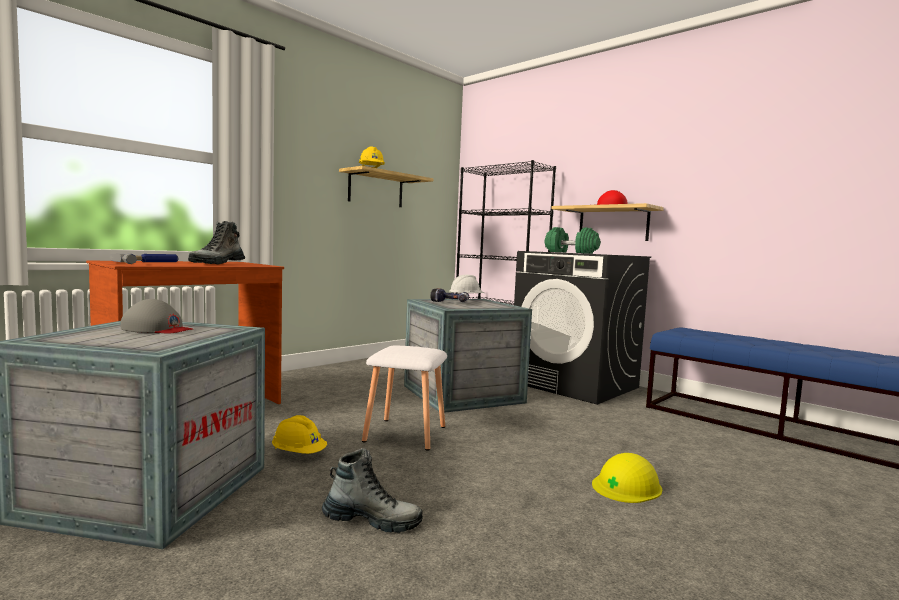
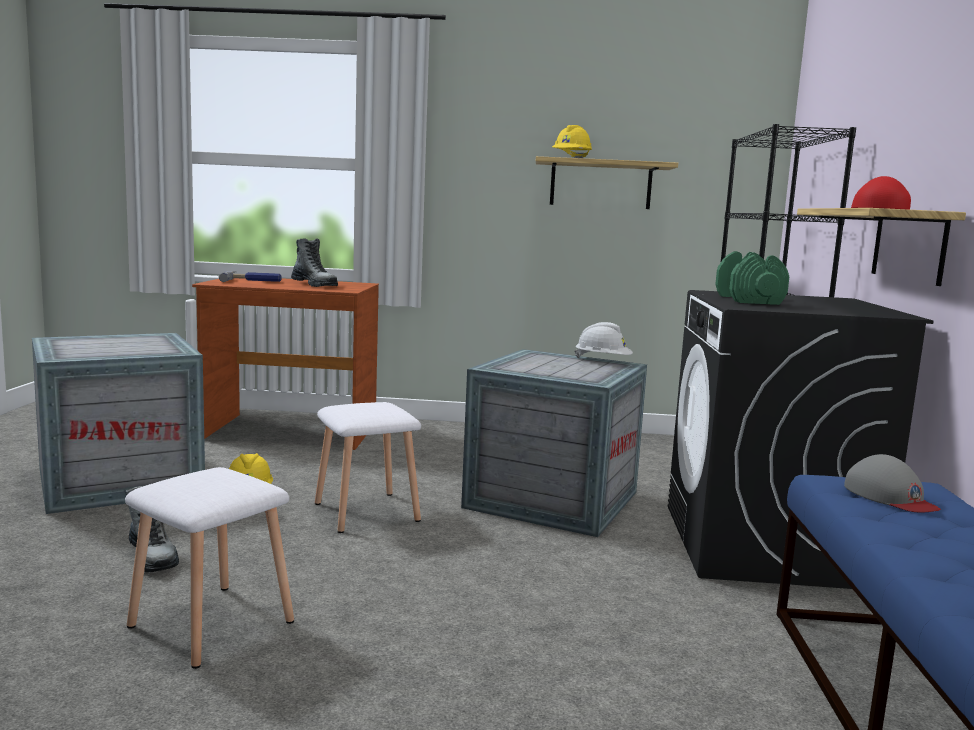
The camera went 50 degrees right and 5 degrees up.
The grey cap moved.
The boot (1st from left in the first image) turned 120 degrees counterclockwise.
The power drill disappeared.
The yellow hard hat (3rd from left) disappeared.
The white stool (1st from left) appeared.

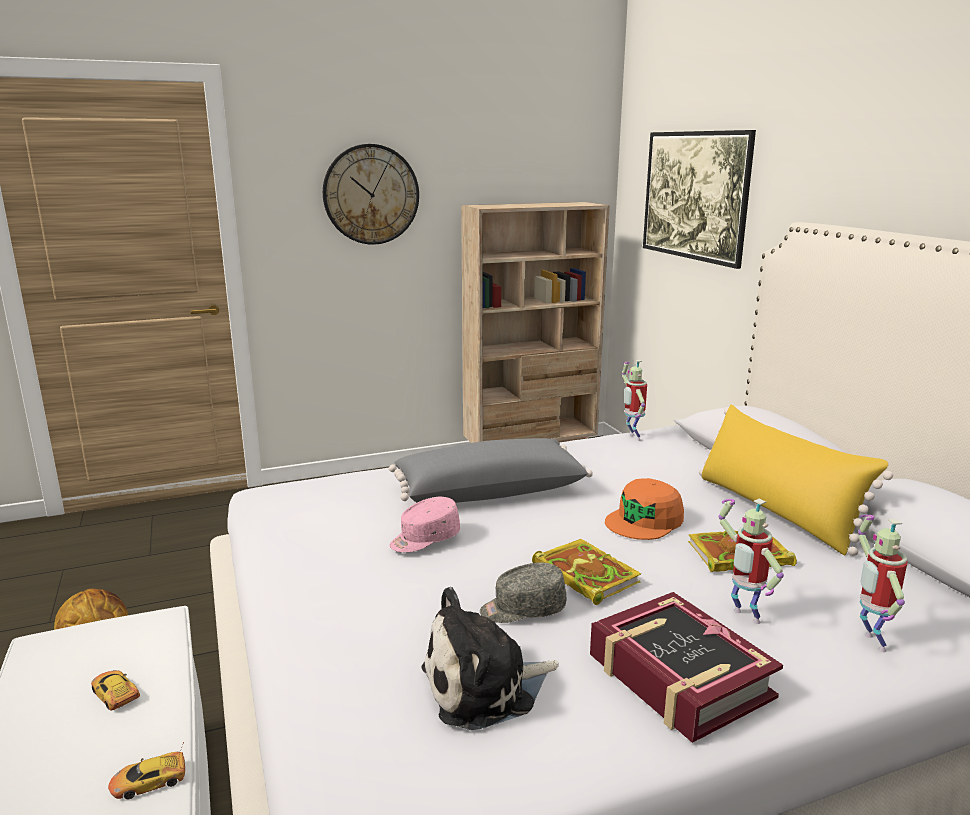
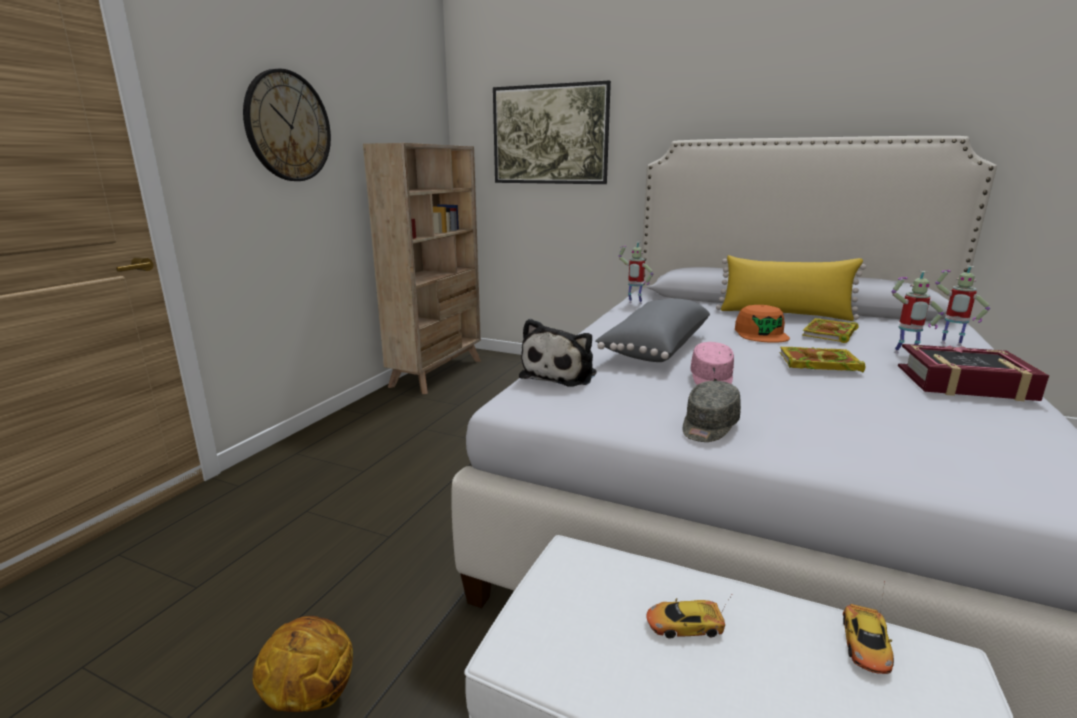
The camera went 45 degrees left and 0 degrees up.
The plush toy moved.
The grey cap moved.

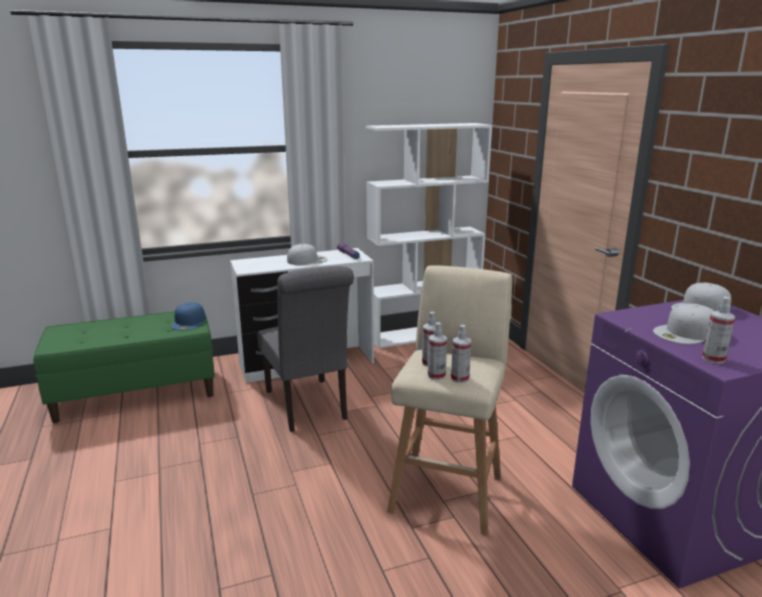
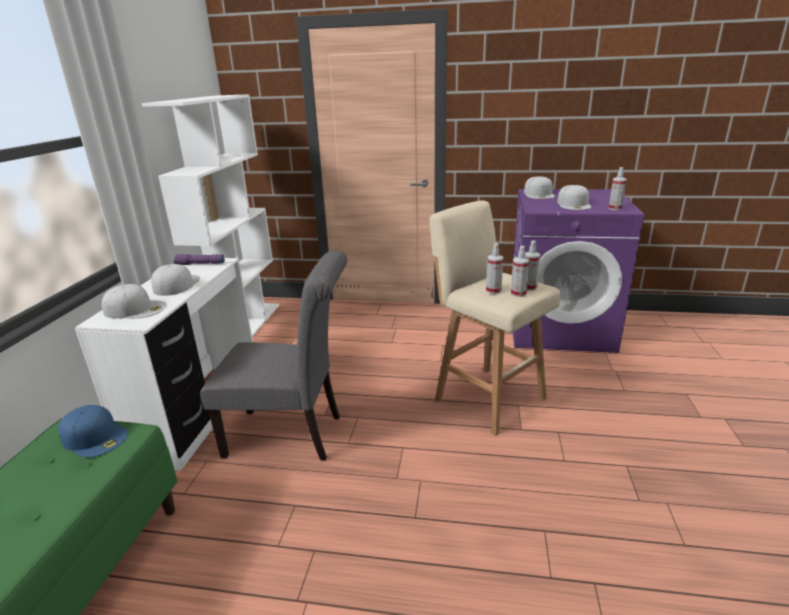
The camera went 60 degrees left and 5 degrees up.
The white cap (1st from left) appeared.

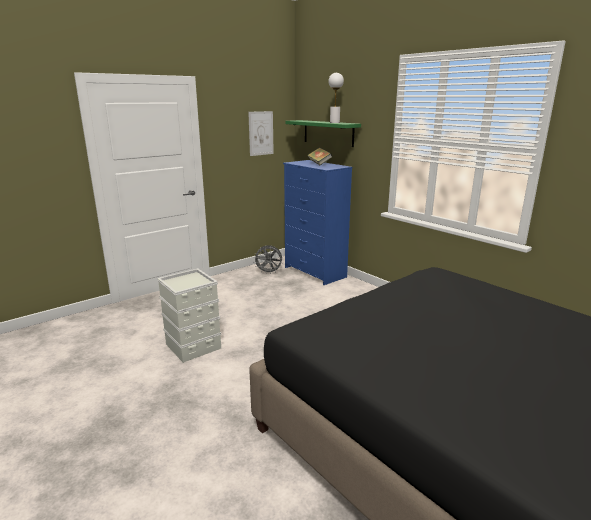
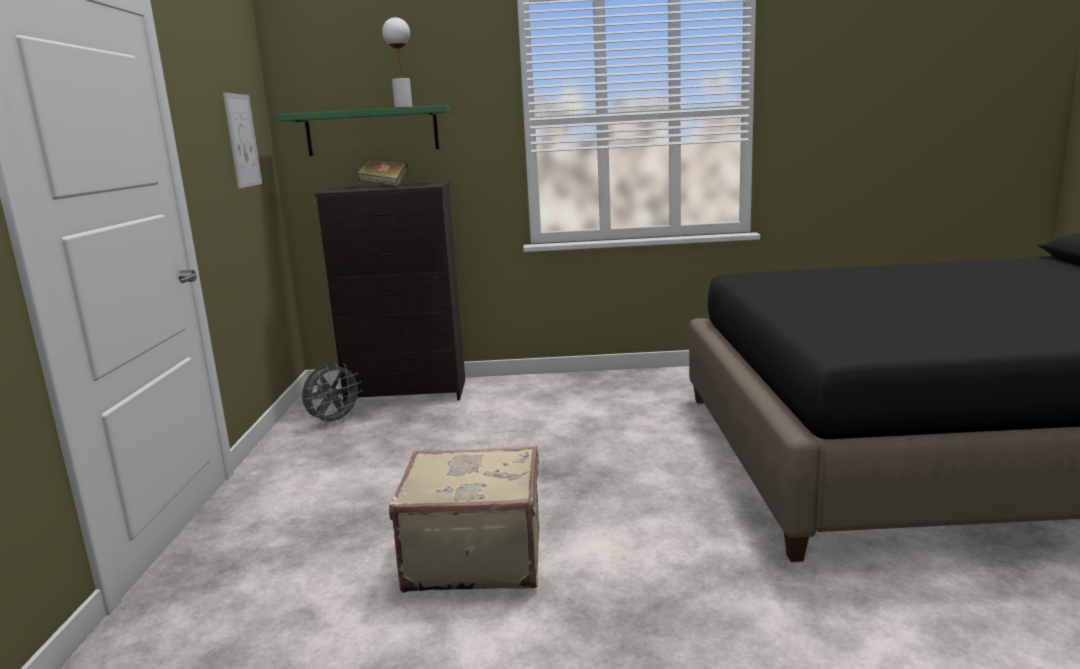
The camera went 50 degrees left and 5 degrees down.
The grey storage box was replaced by the beige suitcase.
The blue dresser became the black dresser.

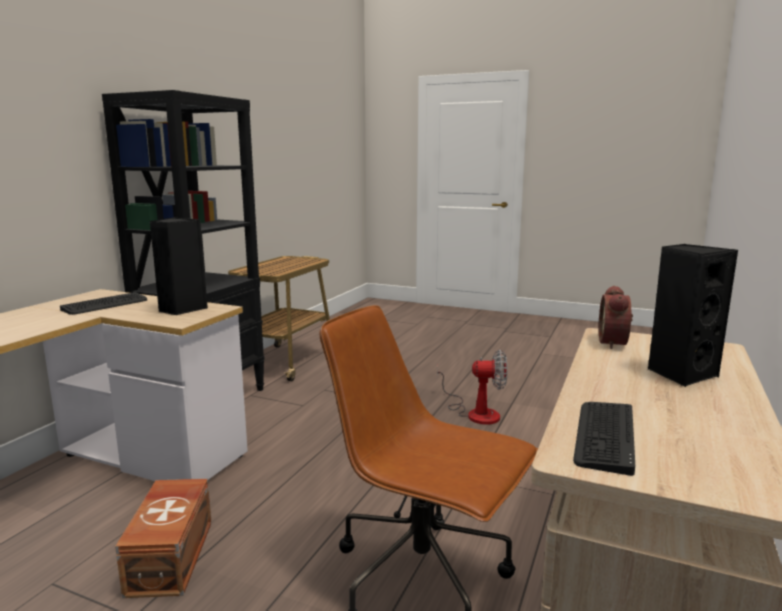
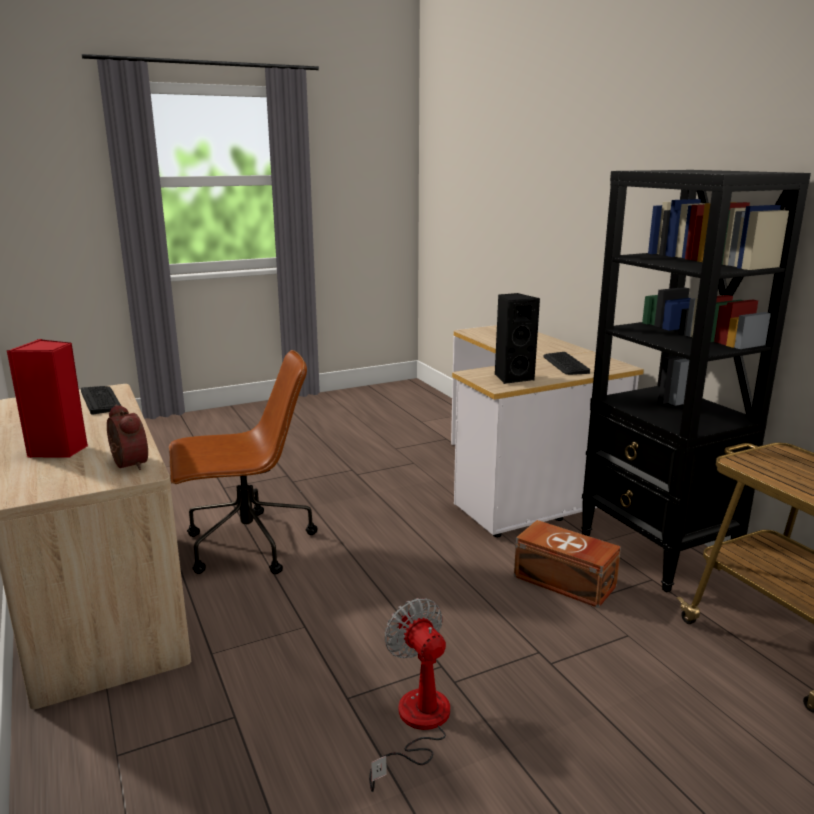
The camera went 130 degrees right and 5 degrees up.
The brown storage box moved.
The fan turned 105 degrees clockwise.
The black speaker (2nd from left) became the red speaker.

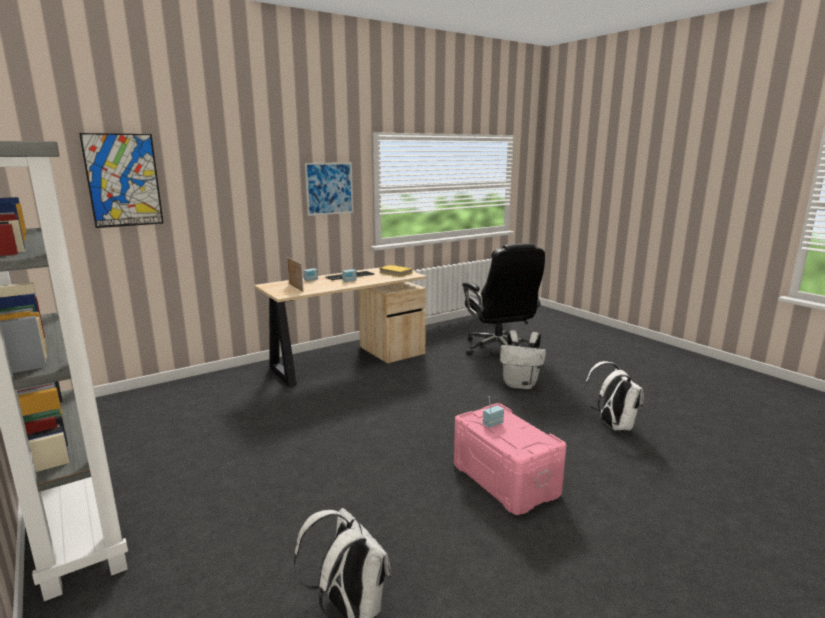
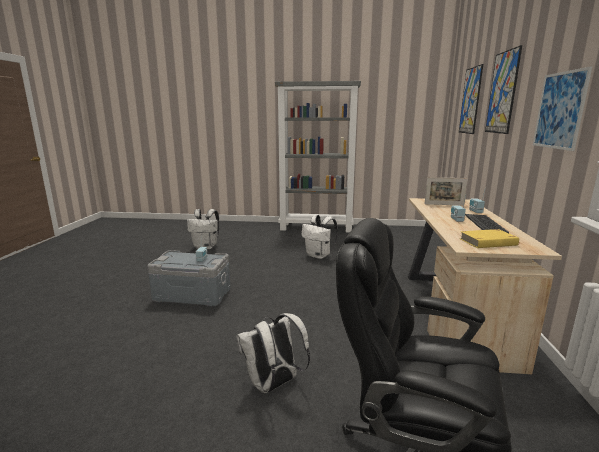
The camera went 130 degrees right and 0 degrees up.
The pink storage box became the grey storage box.
The white backpack (3rd from left) moved.
The picture (2nd from left) appeared.

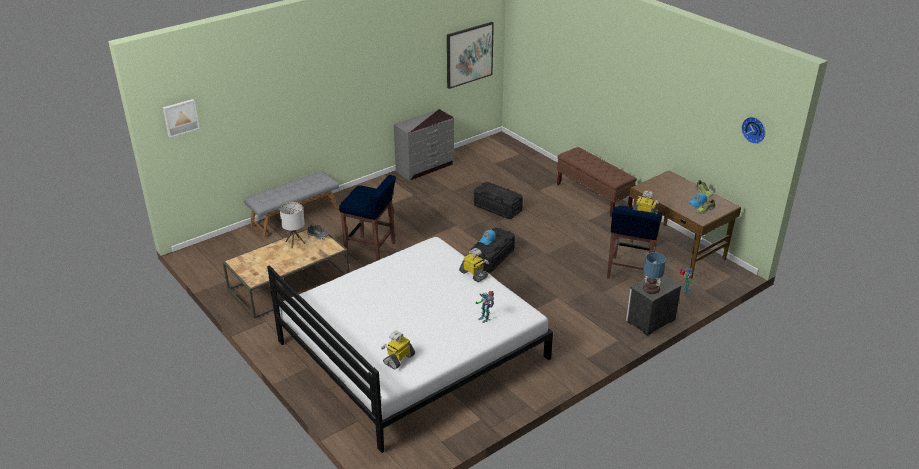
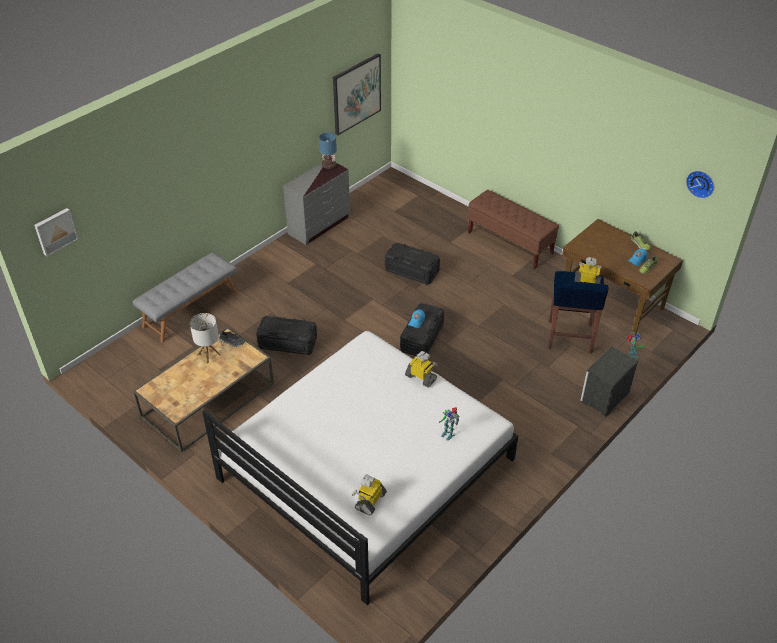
The camera went 10 degrees left and 10 degrees up.
The blue stool (1st from left) was replaced by the black storage box (1st from left).
The table lamp (2nd from left) moved.

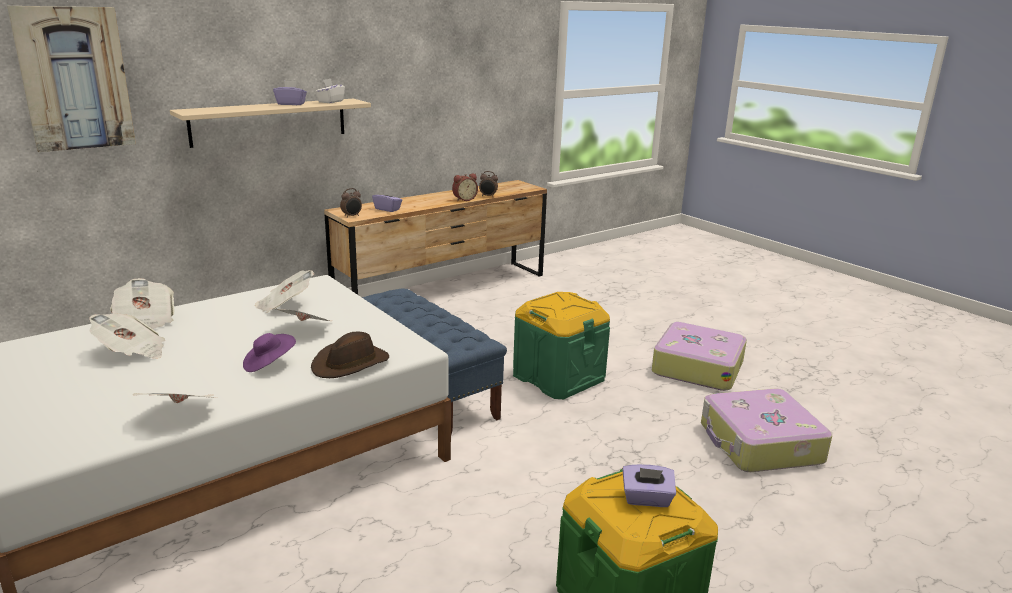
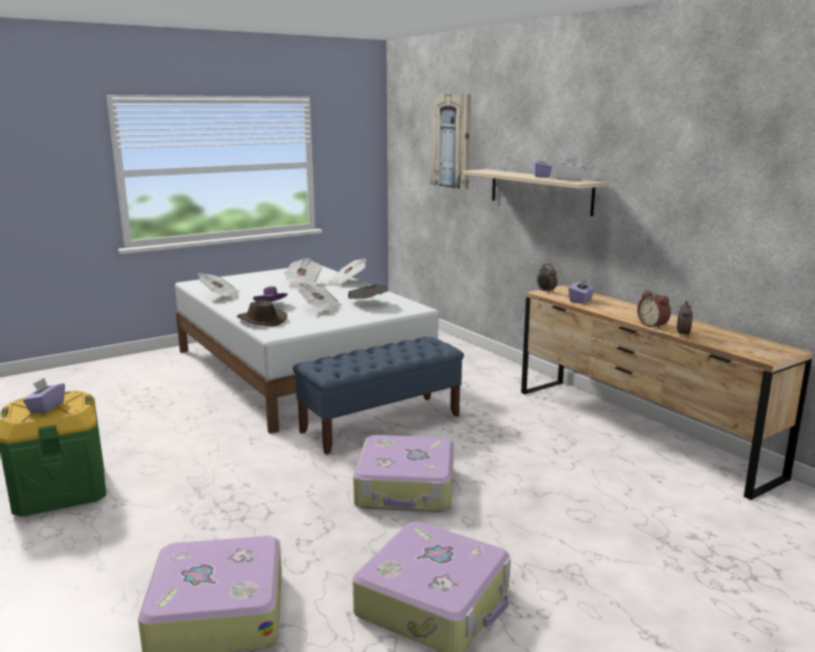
The camera went 95 degrees right and 5 degrees down.
The green storage box (1st from left) was replaced by the suitcase (2nd from left).

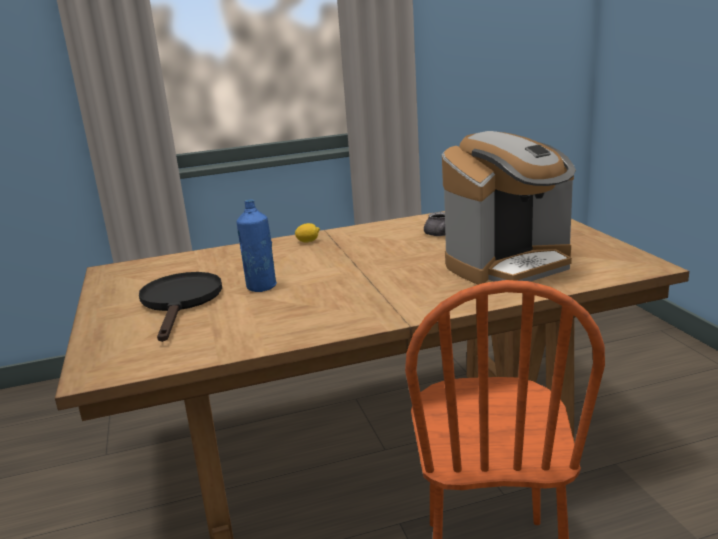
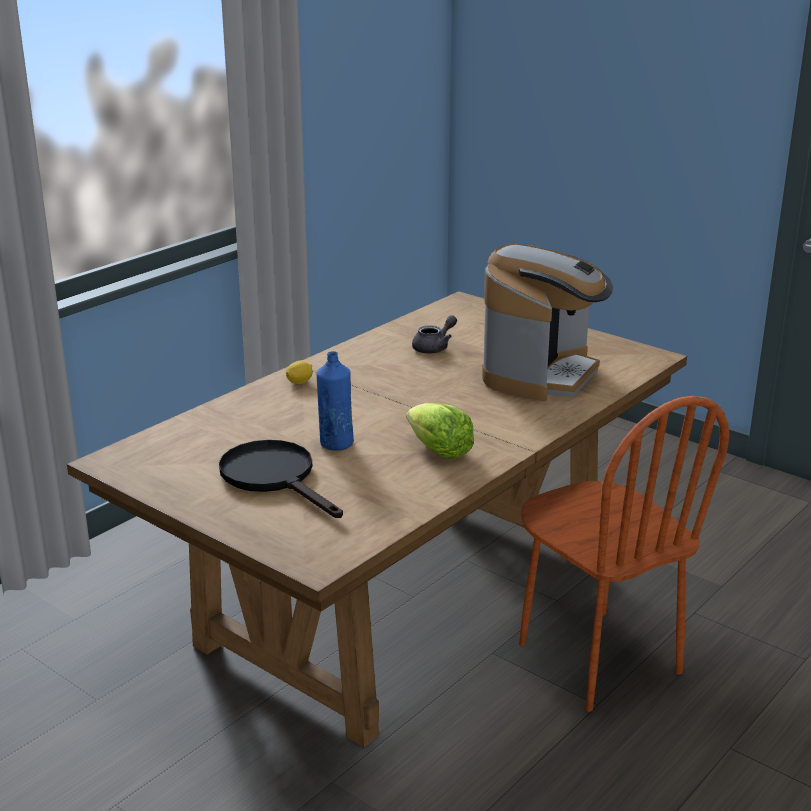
The camera went 35 degrees left and 5 degrees up.
The lettuce appeared.

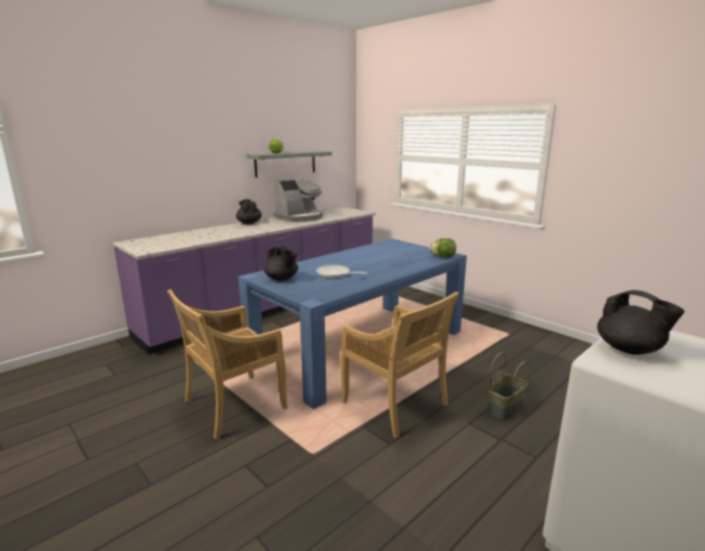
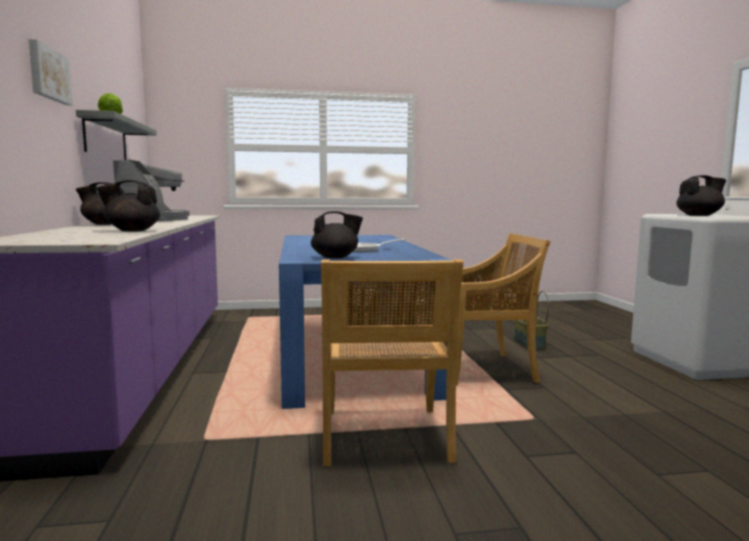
The camera went 55 degrees left and 10 degrees down.
The lettuce (2nd from left) disappeared.
The picture appeared.
The black teapot (2nd from left) appeared.

